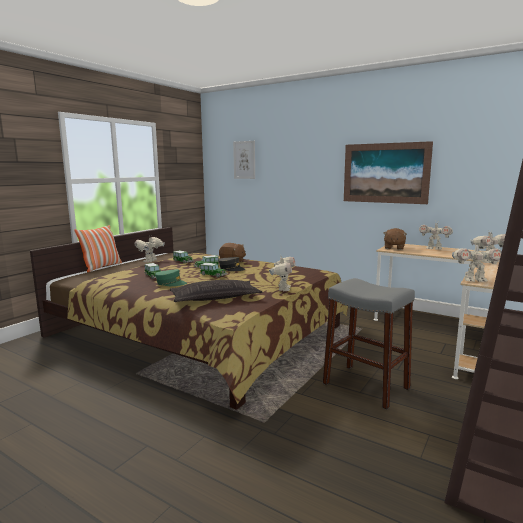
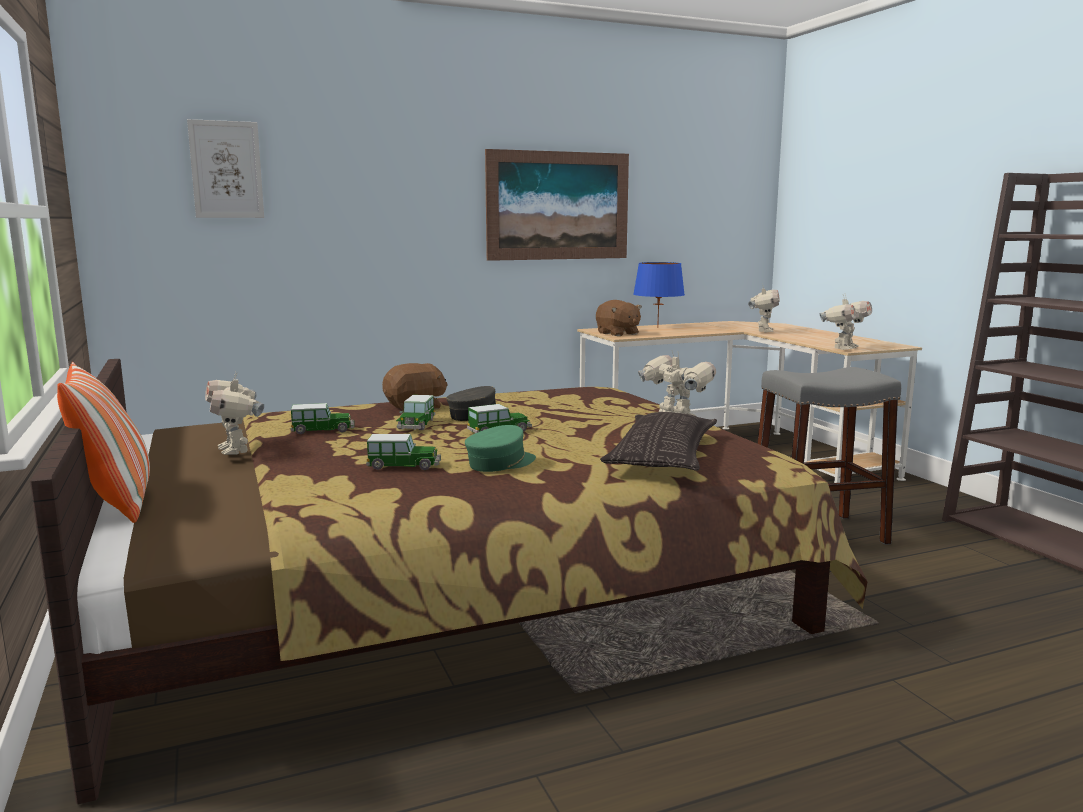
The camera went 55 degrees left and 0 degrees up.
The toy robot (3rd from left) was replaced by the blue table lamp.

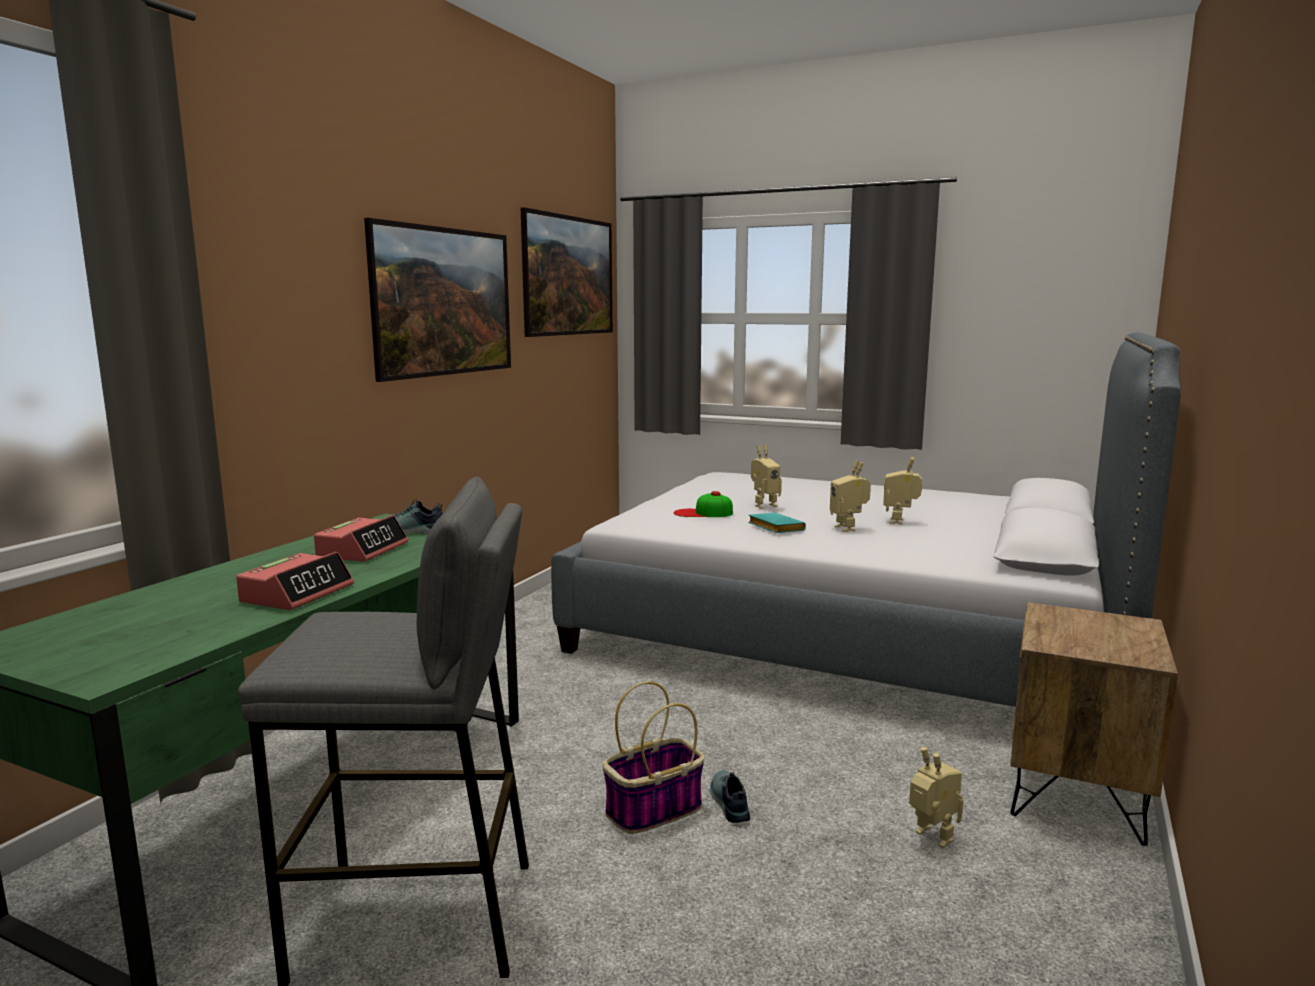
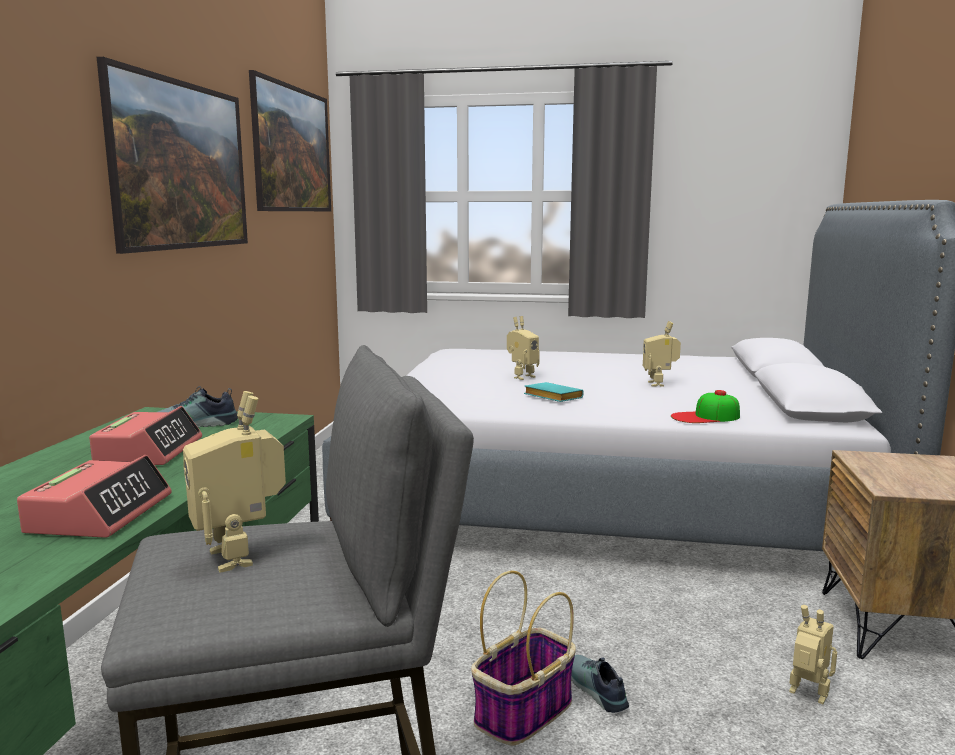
The camera went 15 degrees left and 0 degrees up.
The cap moved.
The toy robot (2nd from left in the first image) moved.

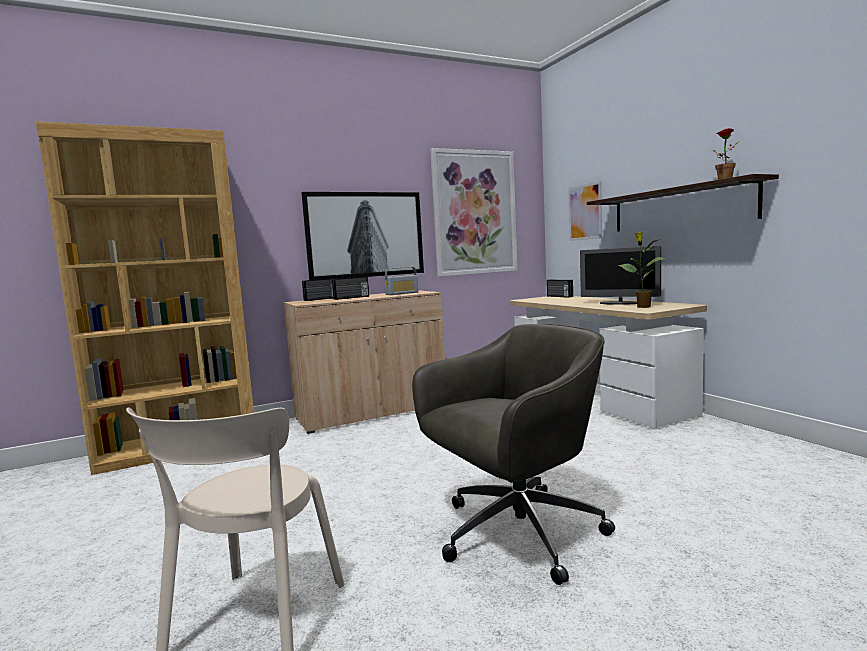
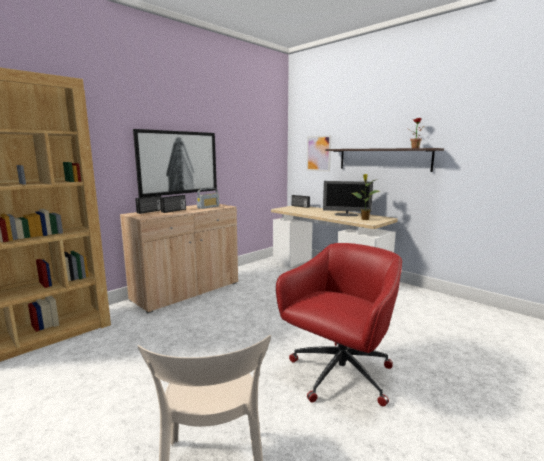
The camera went 20 degrees left and 5 degrees up.
The grey office chair became the red office chair.
The picture (2nd from left) disappeared.

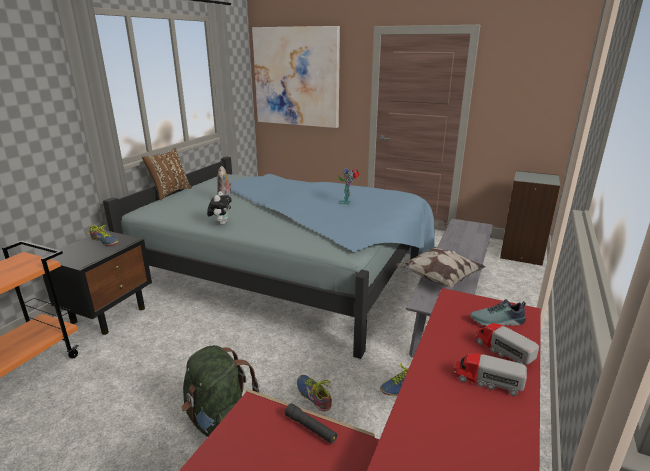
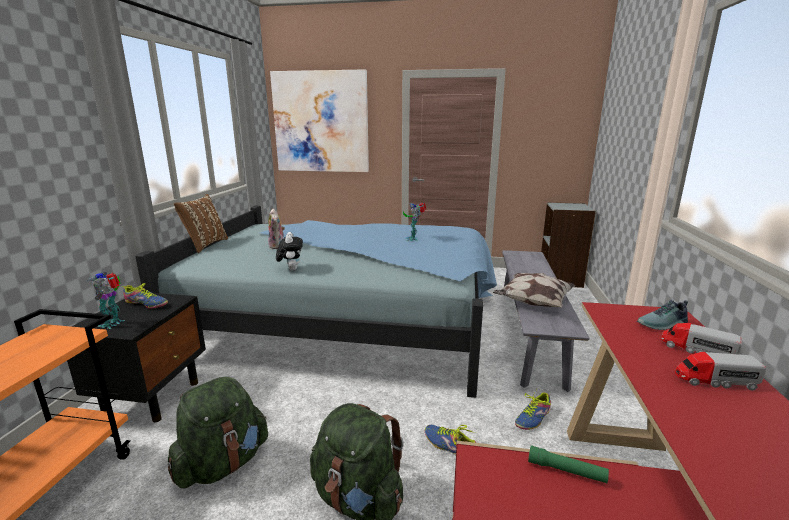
The camera went 15 degrees left and 5 degrees down.
The black flashlight became the green flashlight.
The toy robot (1st from left) appeared.
The green backpack (1st from left) appeared.

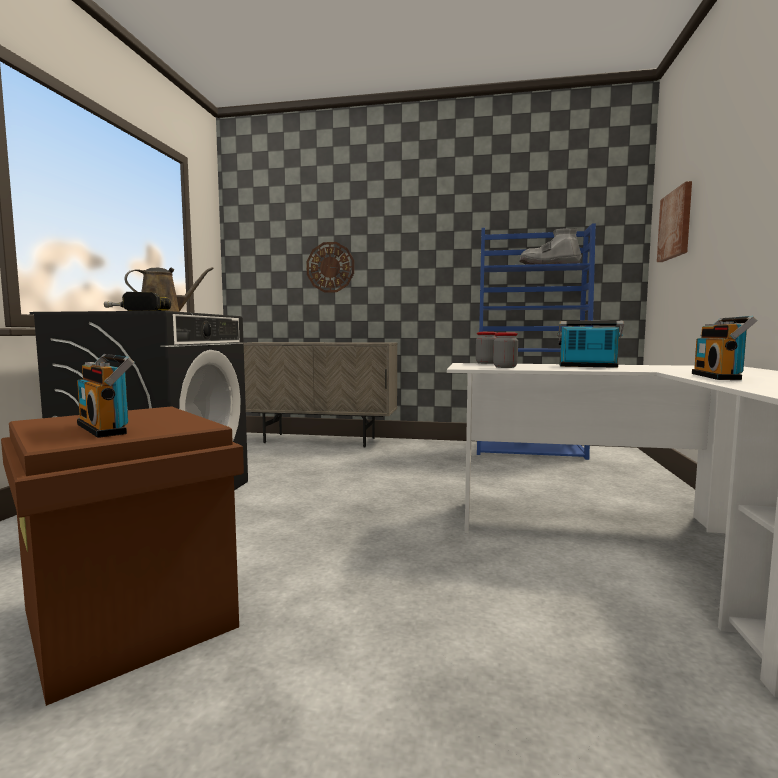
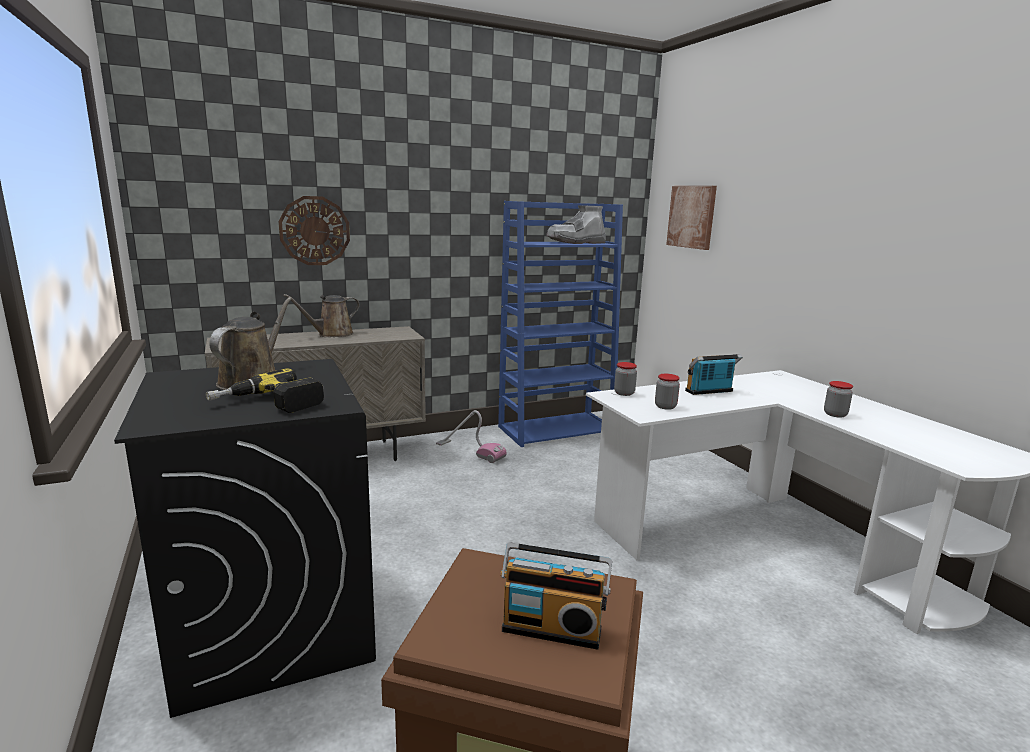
The camera went 35 degrees left and 10 degrees up.
The radio (3rd from left) was replaced by the jar (3rd from left).
The brown watering can (2nd from left) appeared.
The vacuum cleaner appeared.

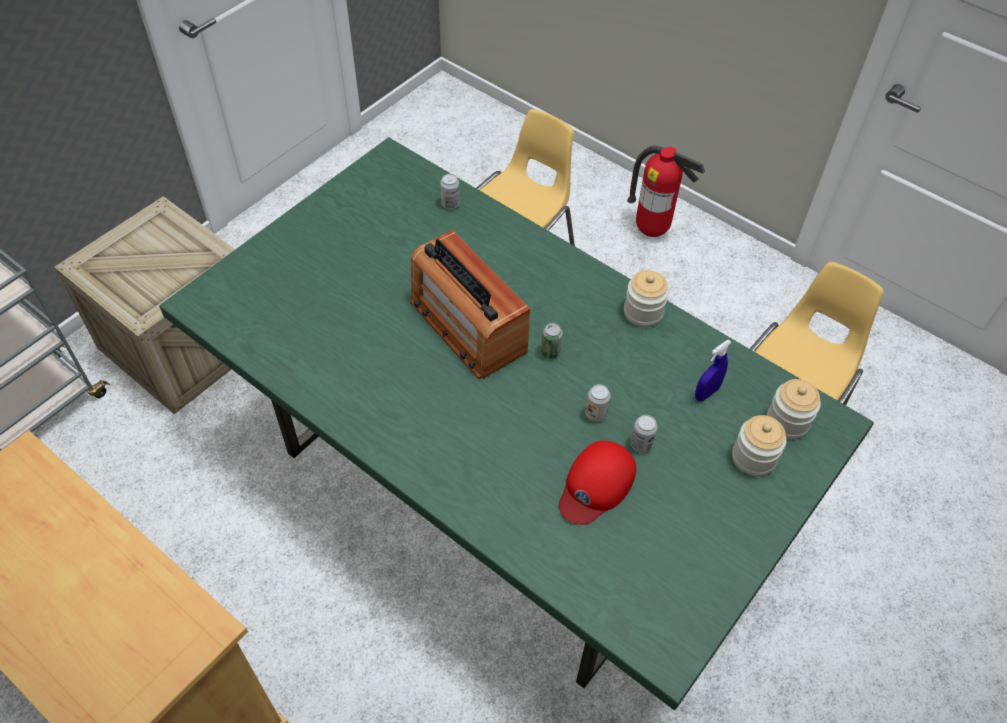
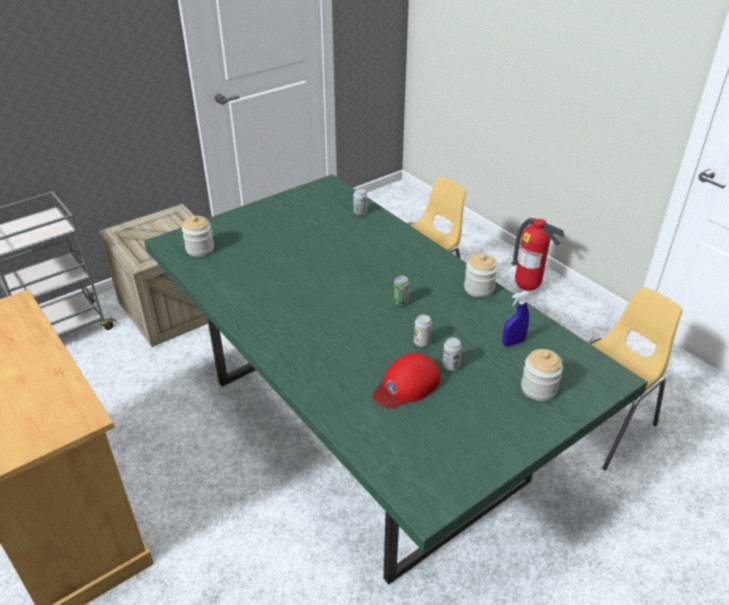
The camera went 15 degrees right and 15 degrees down.
The radio disappeared.
The jar (3rd from left in the first image) moved.

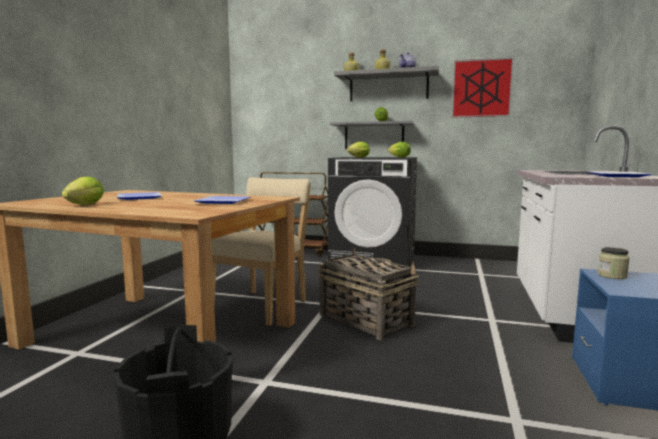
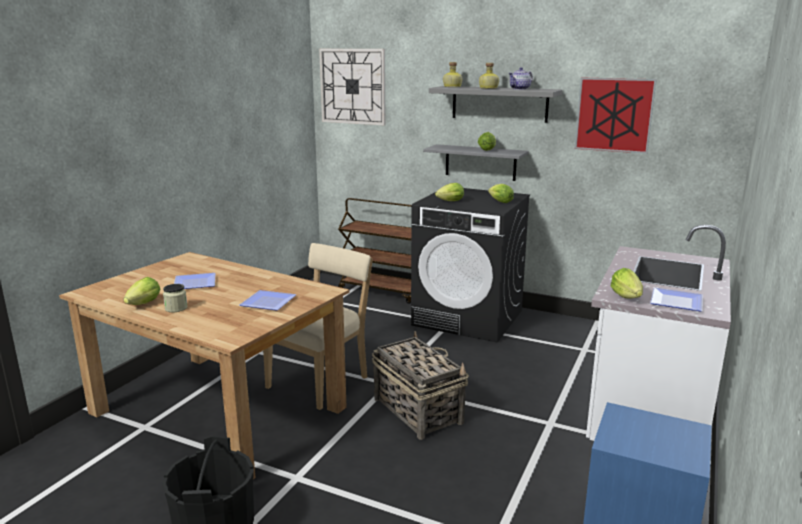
The camera went 10 degrees right and 10 degrees up.
The jar moved.
The wall clock appeared.
The lettuce (5th from left) appeared.

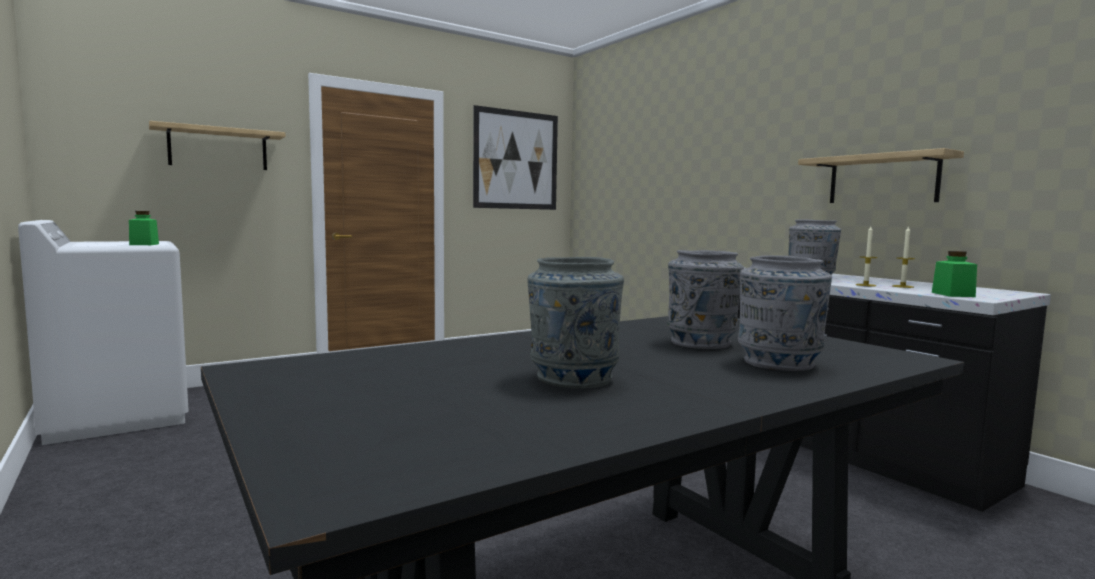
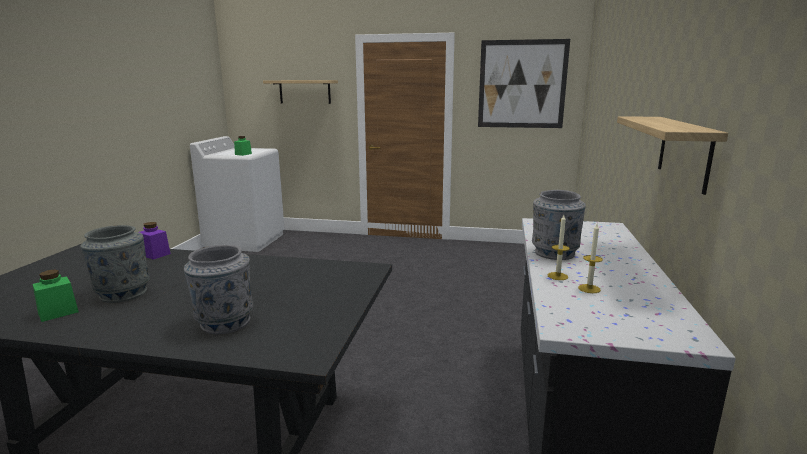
The camera went 45 degrees right and 10 degrees up.
The grey vase (2nd from left) disappeared.
The green jar (2nd from left in the first image) moved.
The purple jar appeared.

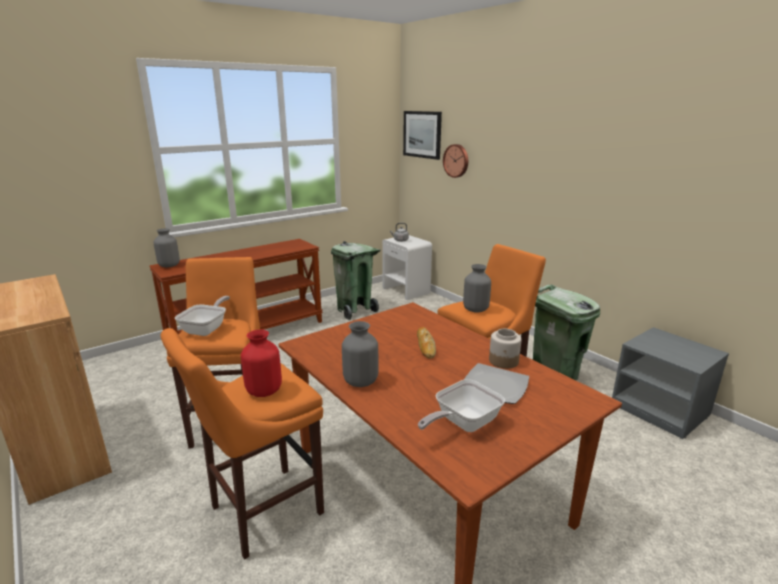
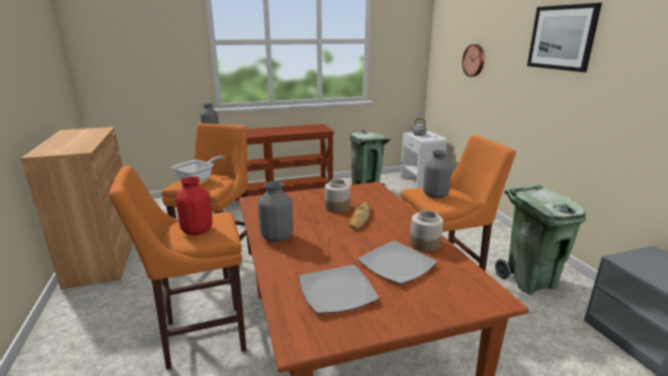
The camera went 20 degrees right and 0 degrees up.
The picture moved.
The frying pan (2nd from left) was replaced by the plate (1st from left).
The jar (1st from left) appeared.

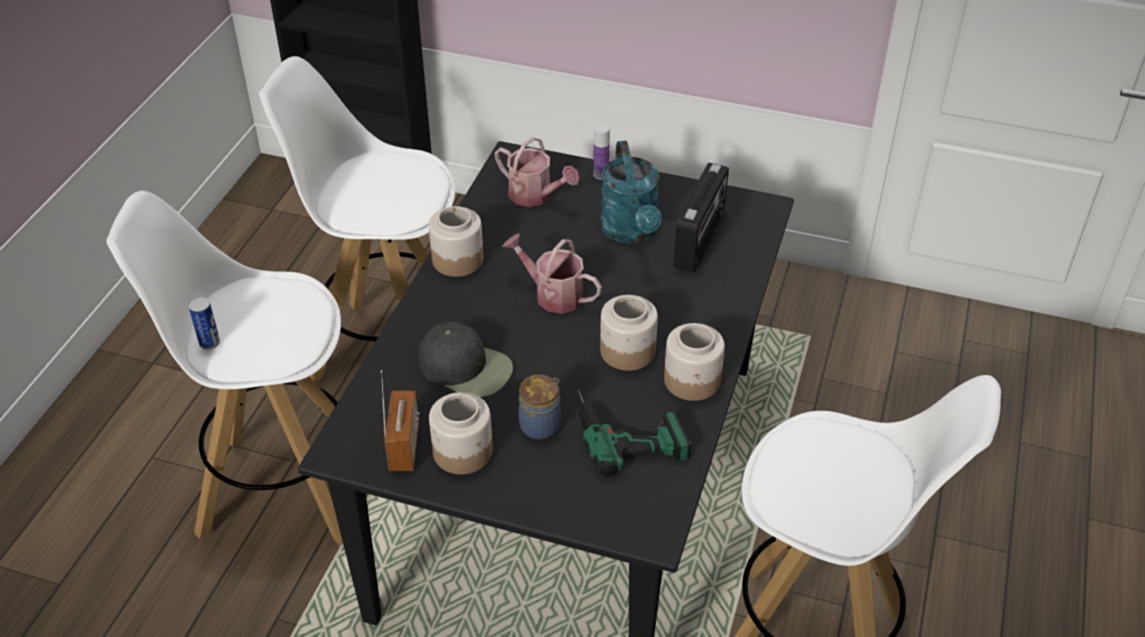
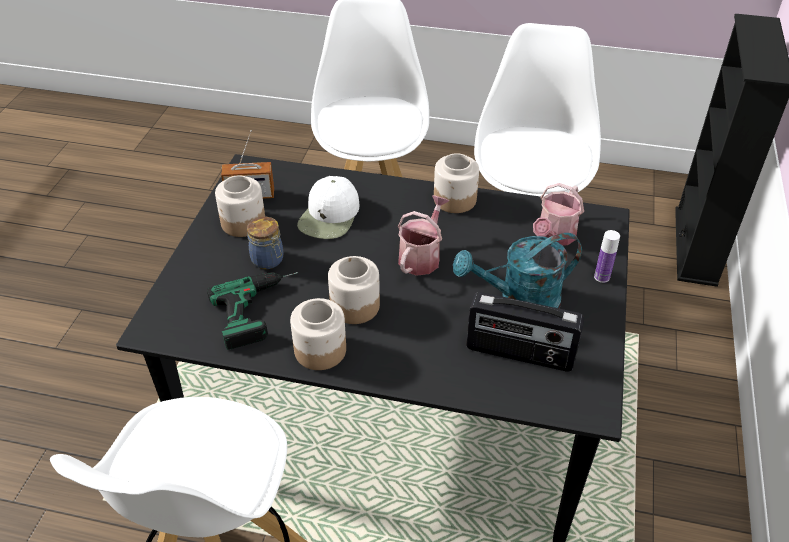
The camera went 85 degrees right and 0 degrees up.
The can disappeared.
The black cap became the white cap.

